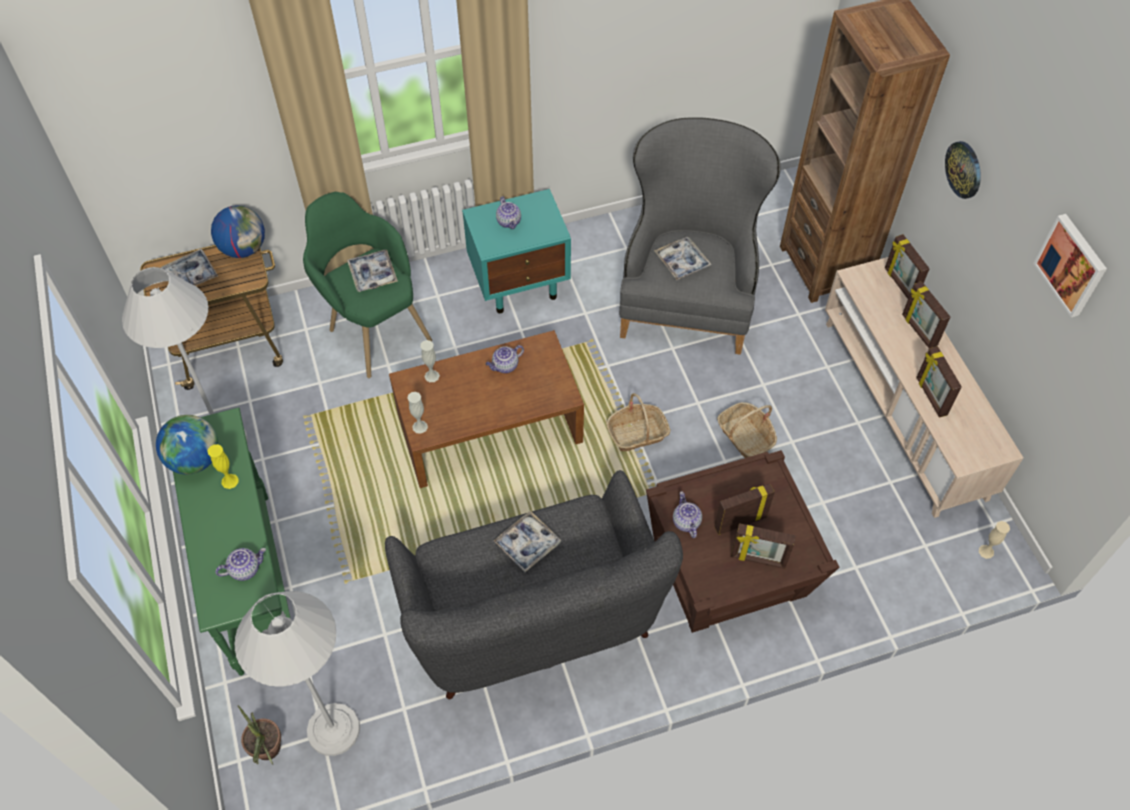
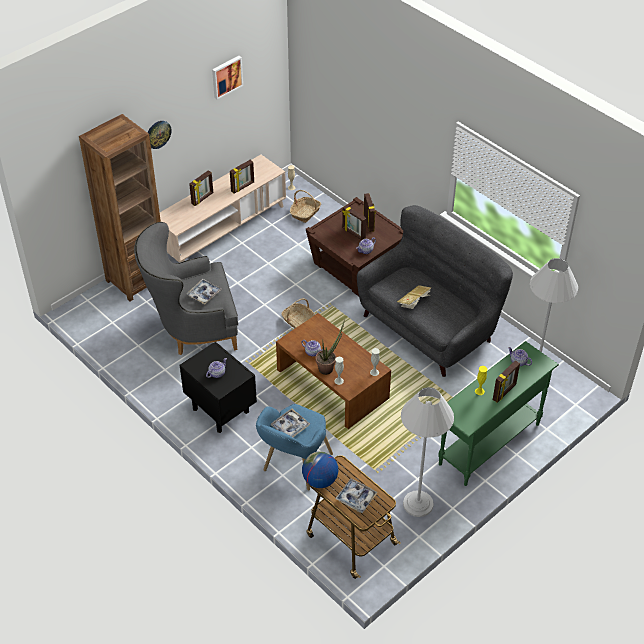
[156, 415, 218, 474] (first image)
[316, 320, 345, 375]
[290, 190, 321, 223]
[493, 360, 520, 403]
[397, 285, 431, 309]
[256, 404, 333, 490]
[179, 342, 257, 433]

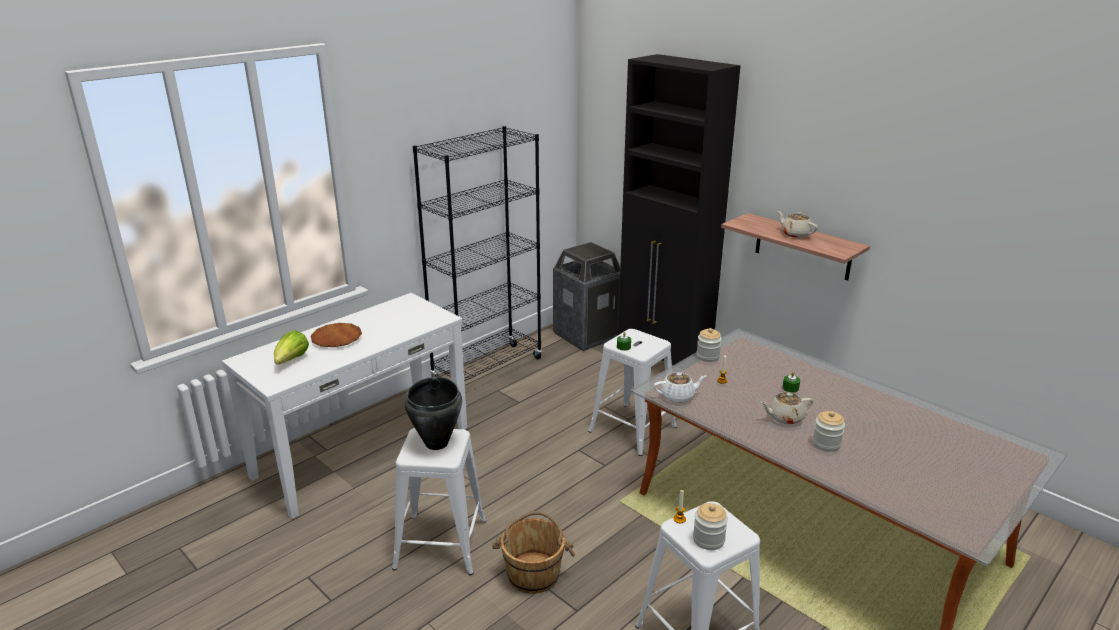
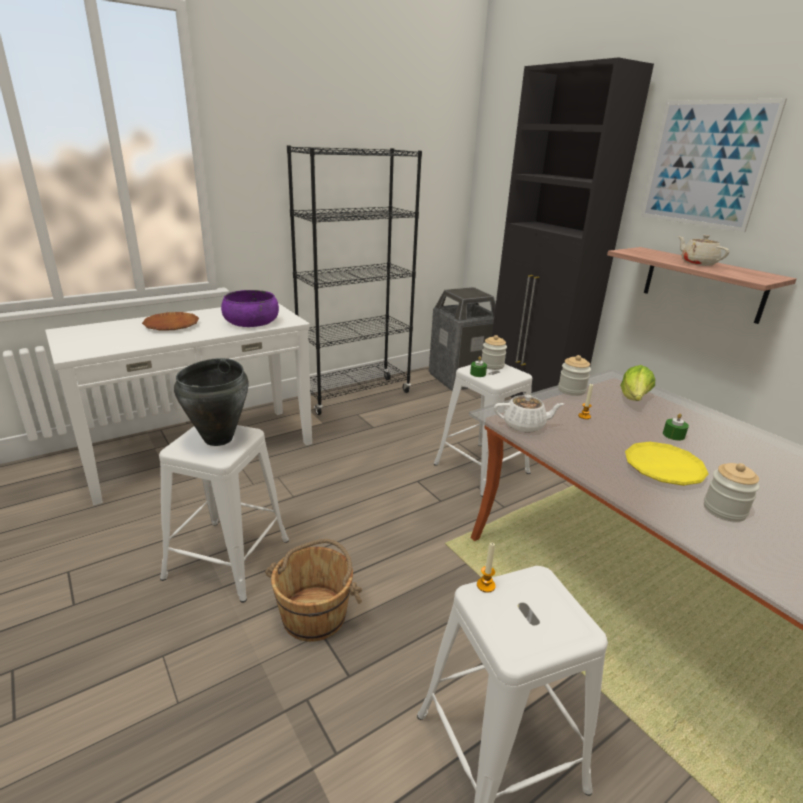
[221, 290, 279, 327]
[641, 98, 787, 232]
[620, 365, 655, 401]
[481, 335, 507, 370]
[625, 442, 709, 486]

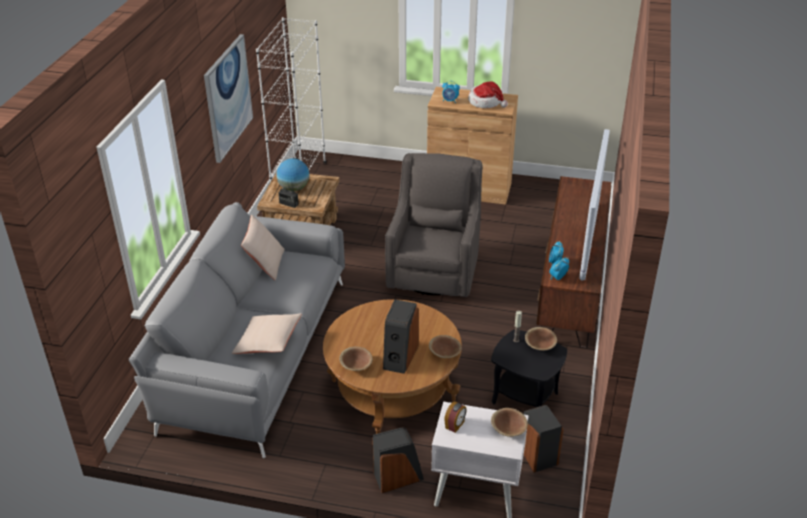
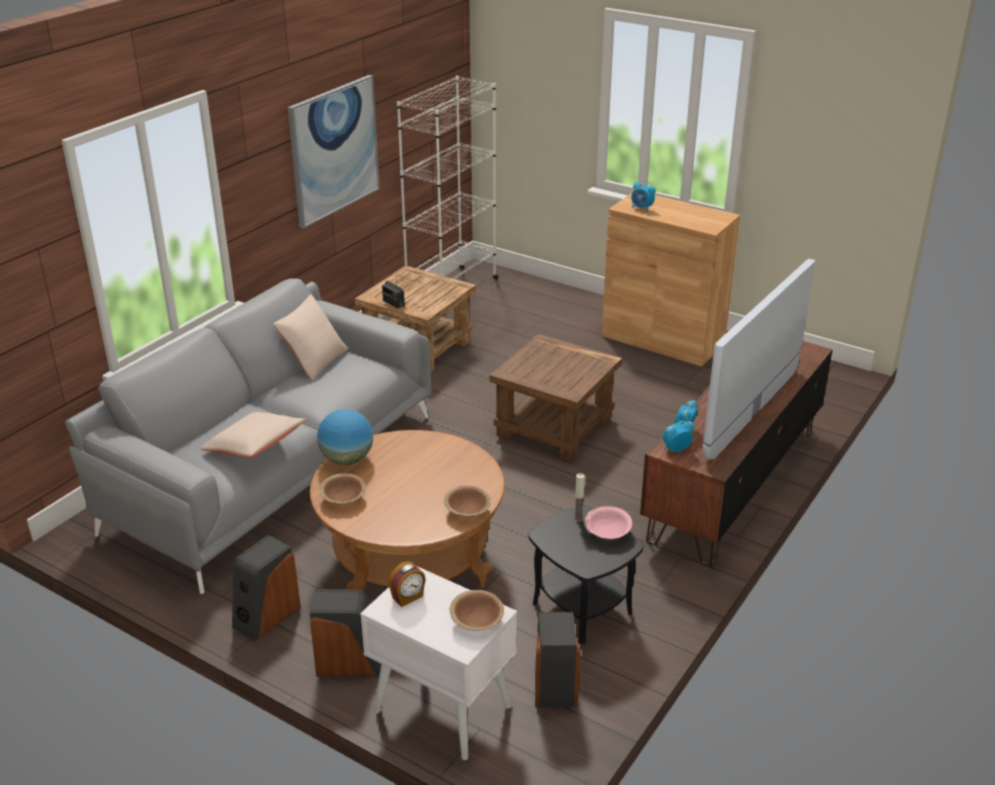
[468, 81, 508, 108] (first image)
[317, 409, 373, 465]
[232, 535, 301, 641]
[490, 334, 622, 461]
[584, 506, 632, 539]

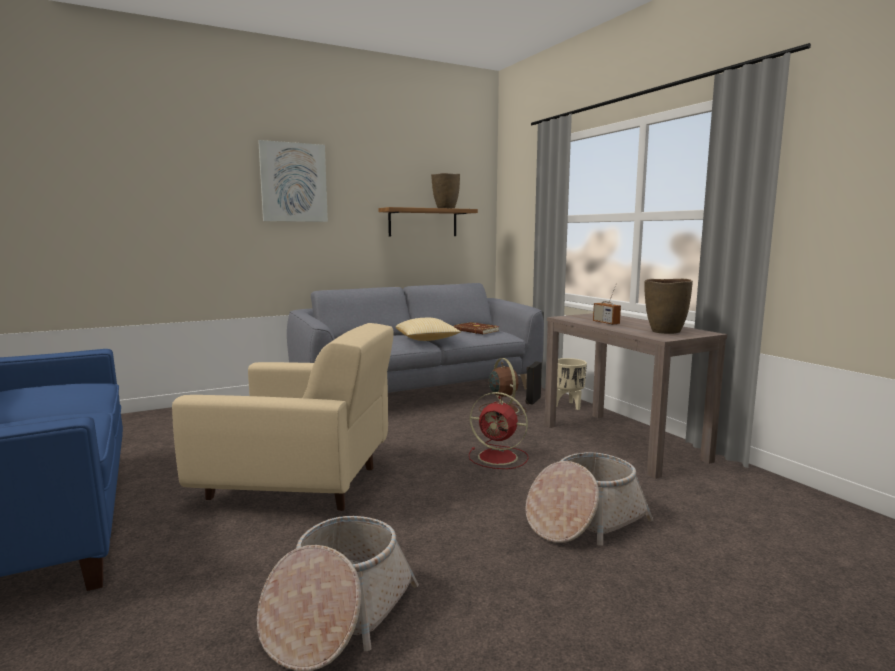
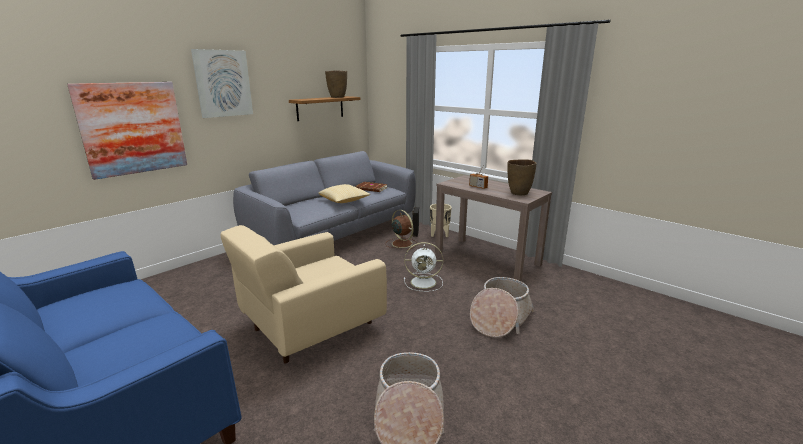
[67, 82, 187, 180]
[404, 242, 443, 292]
[220, 225, 387, 364]

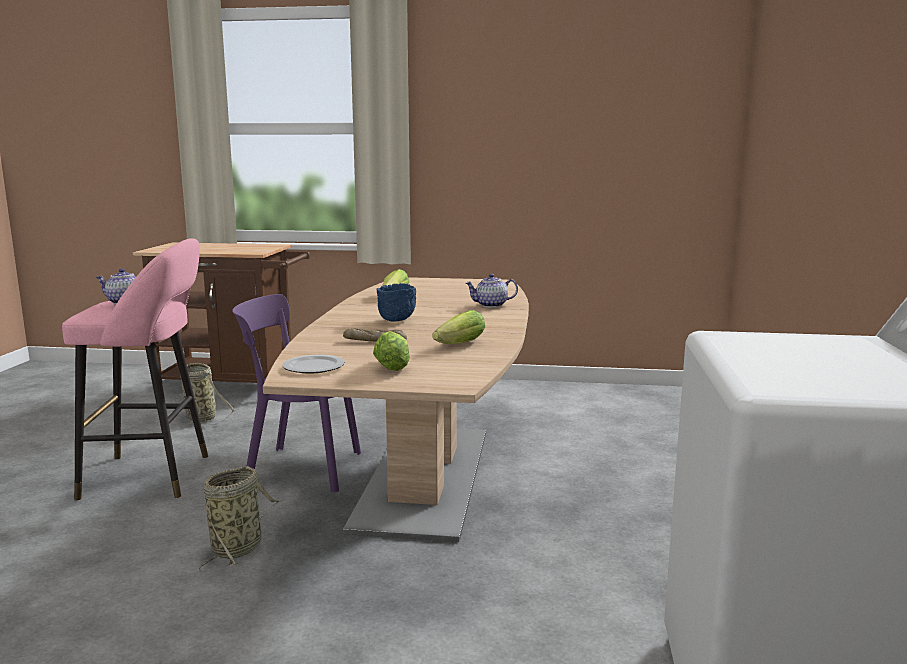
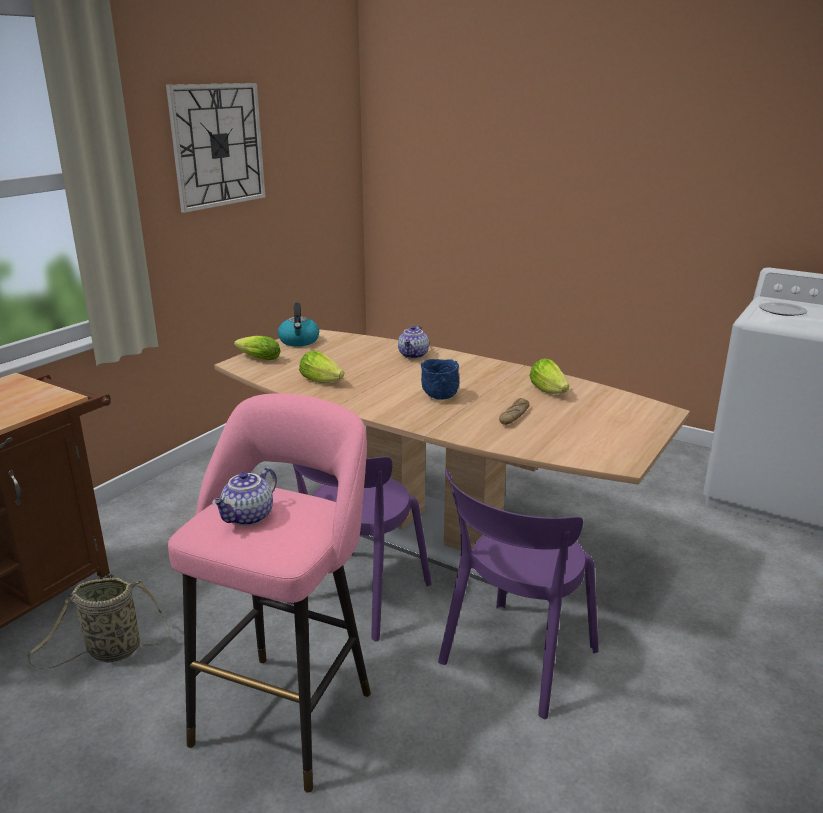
[166, 83, 265, 213]
[278, 303, 319, 346]
[759, 302, 808, 316]
[234, 336, 281, 360]
[438, 469, 599, 719]

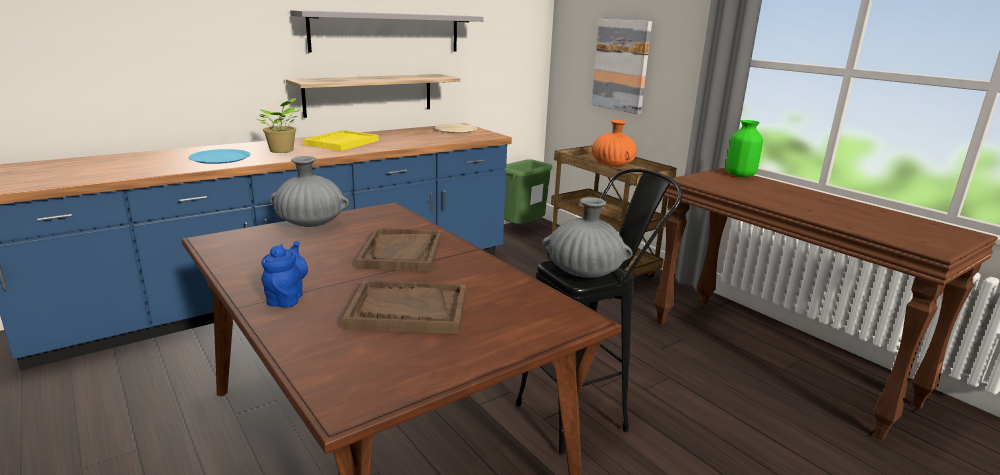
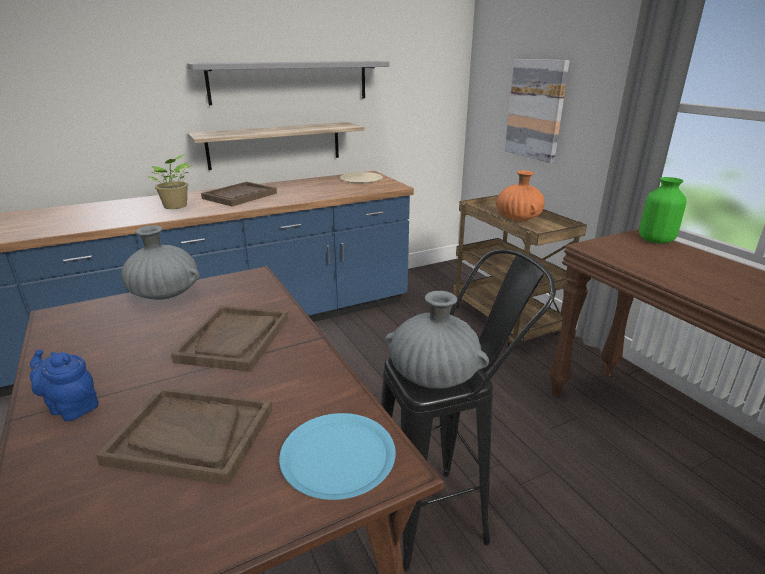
[504, 159, 553, 224] (first image)
[279, 413, 396, 500]
[201, 182, 277, 206]
[30, 349, 99, 421]

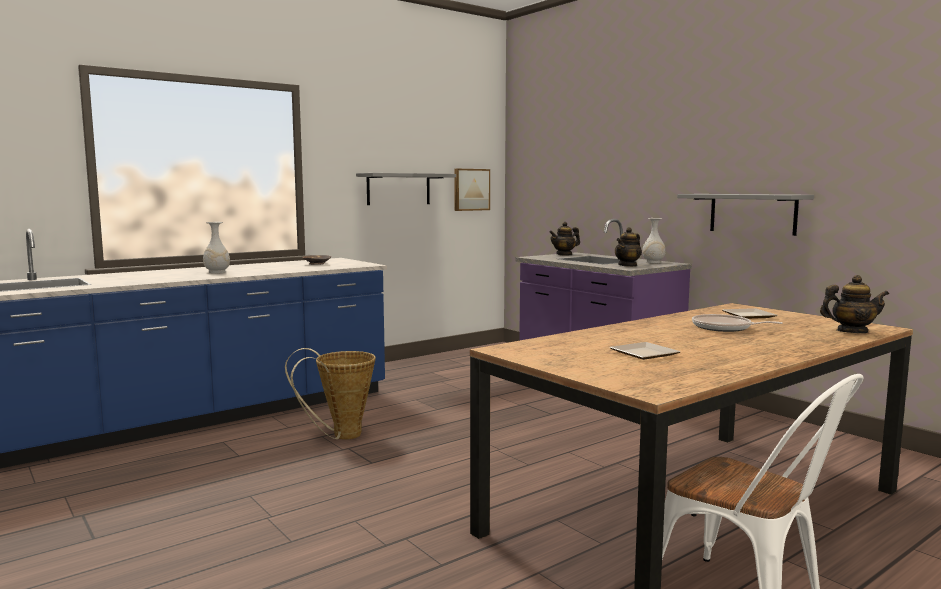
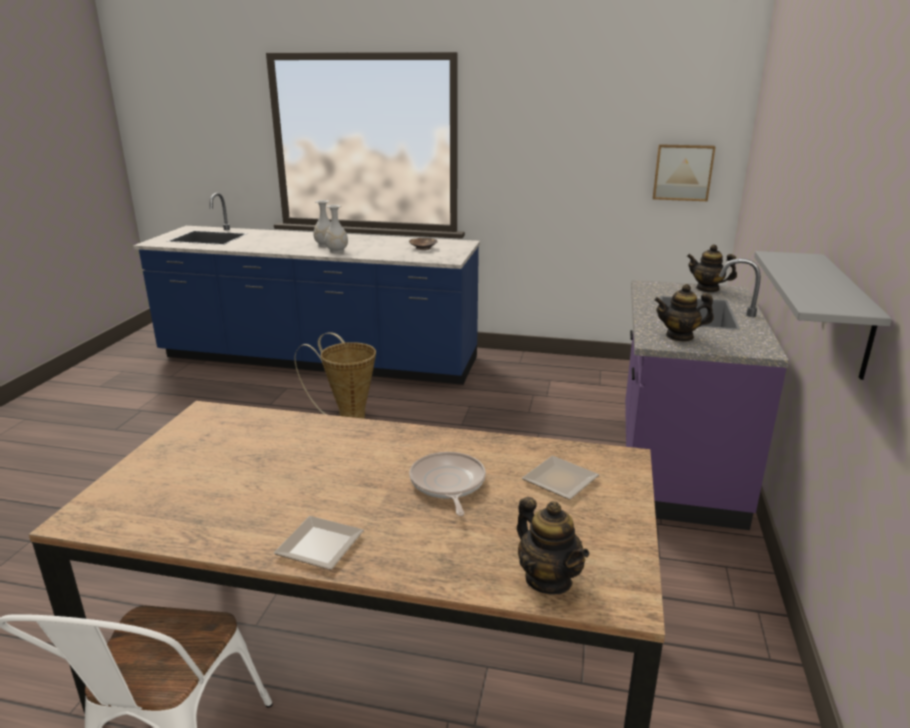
[356, 173, 456, 205] (first image)
[274, 516, 364, 570]
[325, 205, 348, 253]

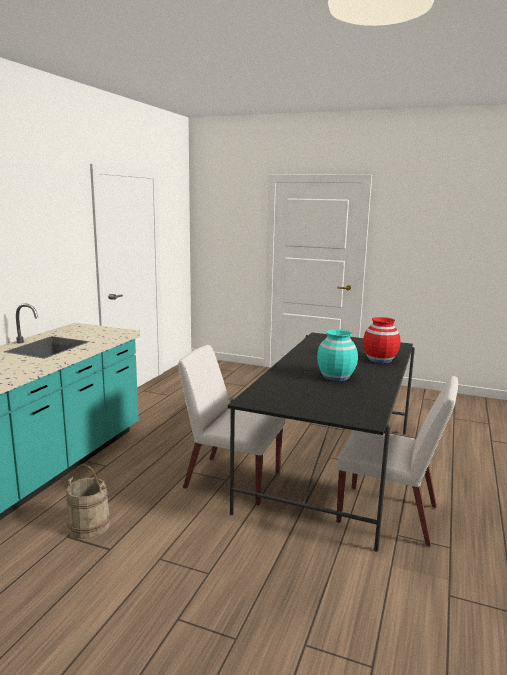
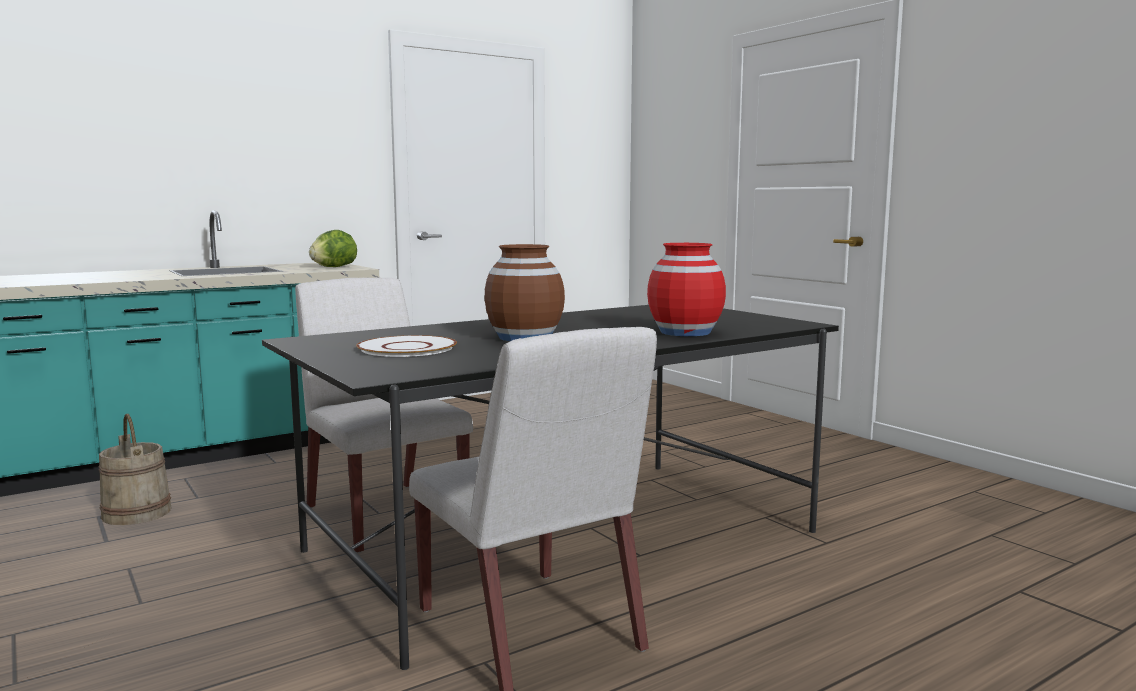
[309, 230, 357, 267]
[356, 335, 457, 357]
[485, 244, 565, 341]

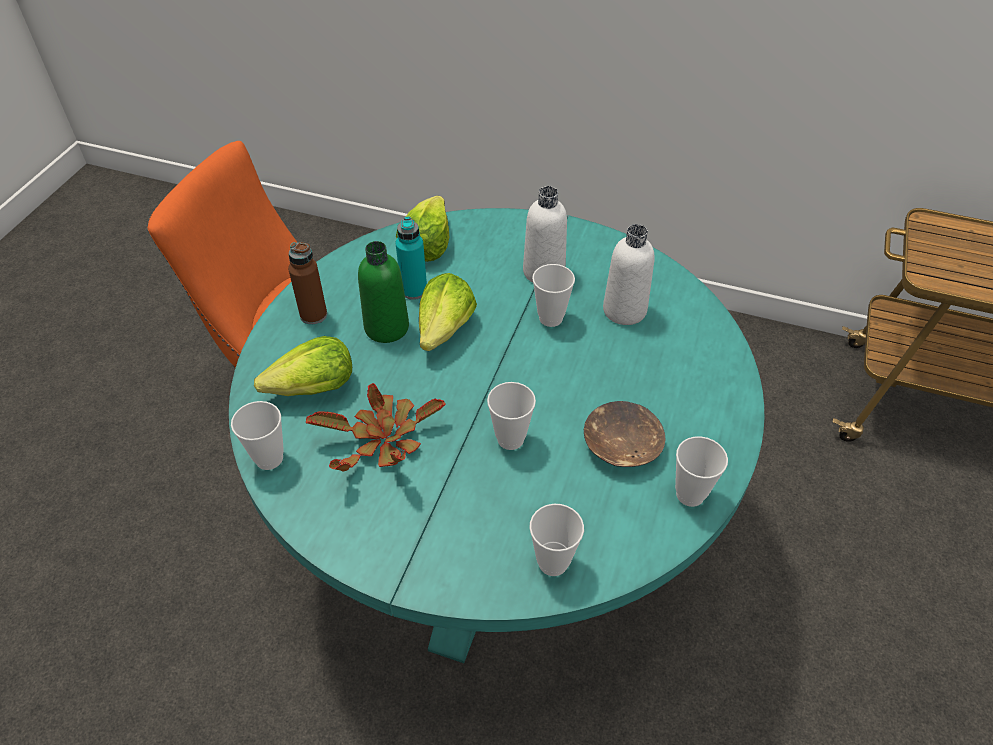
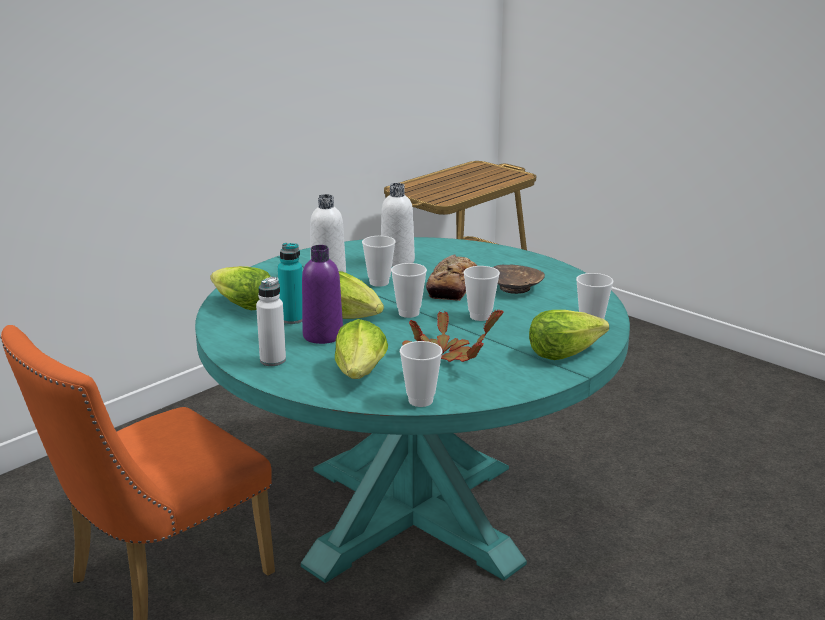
[426, 254, 477, 301]
[529, 310, 609, 360]
[391, 263, 427, 318]
[256, 276, 286, 366]
[302, 245, 343, 344]

